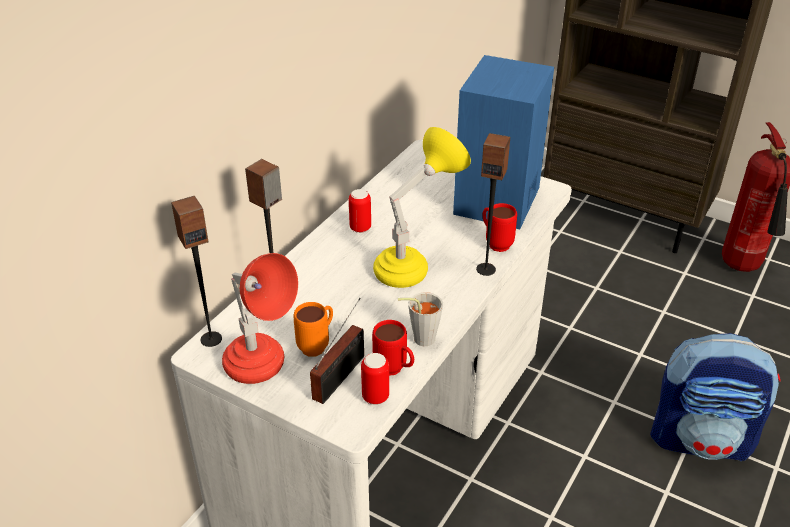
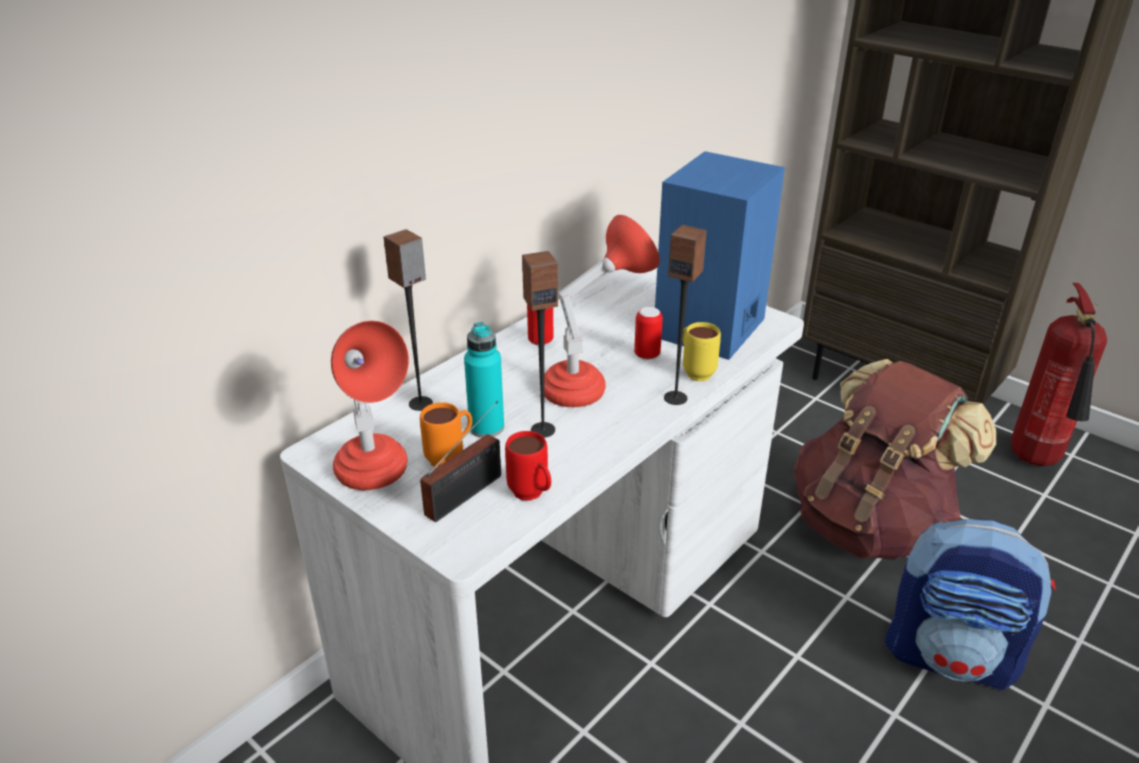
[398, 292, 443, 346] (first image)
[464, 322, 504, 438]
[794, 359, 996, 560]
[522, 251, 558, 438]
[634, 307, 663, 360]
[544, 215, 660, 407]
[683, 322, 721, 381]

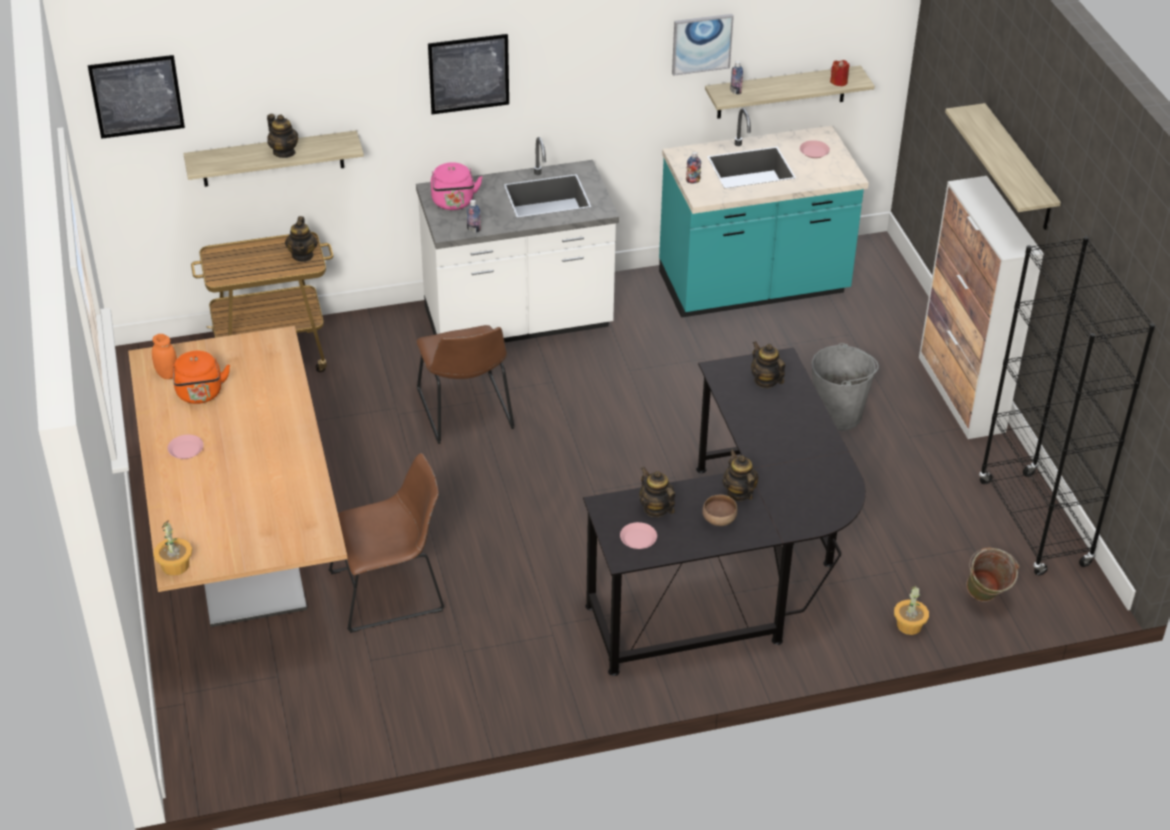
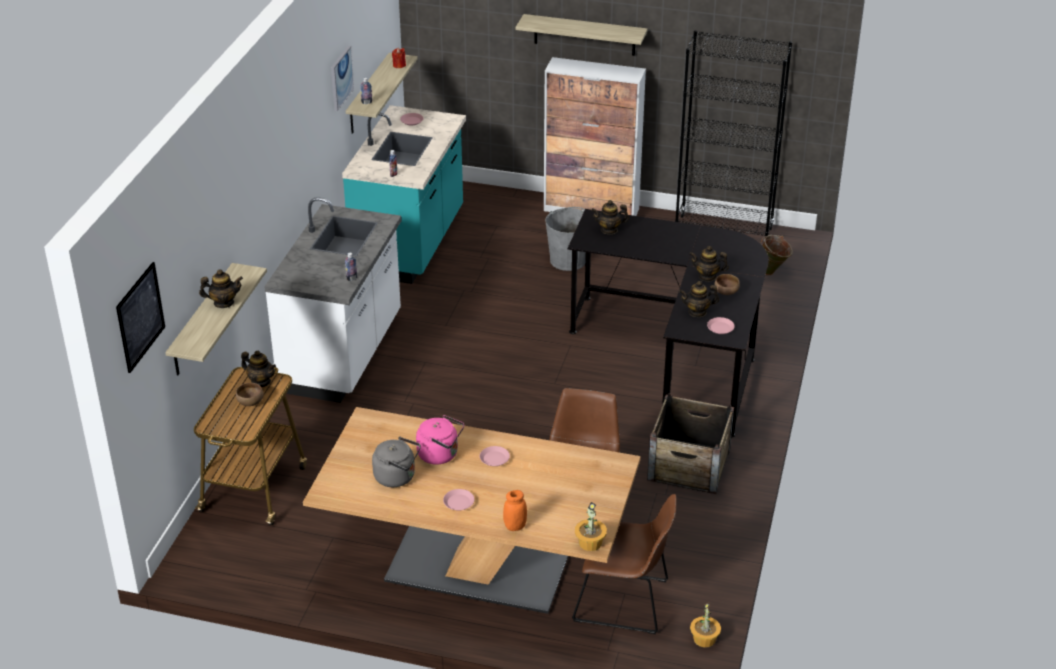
[428, 34, 509, 114] (first image)
[236, 383, 264, 406]
[480, 446, 510, 466]
[647, 393, 734, 494]
[503, 490, 527, 531]
[572, 494, 676, 634]
[416, 415, 464, 465]
[690, 603, 721, 648]
[372, 437, 421, 487]

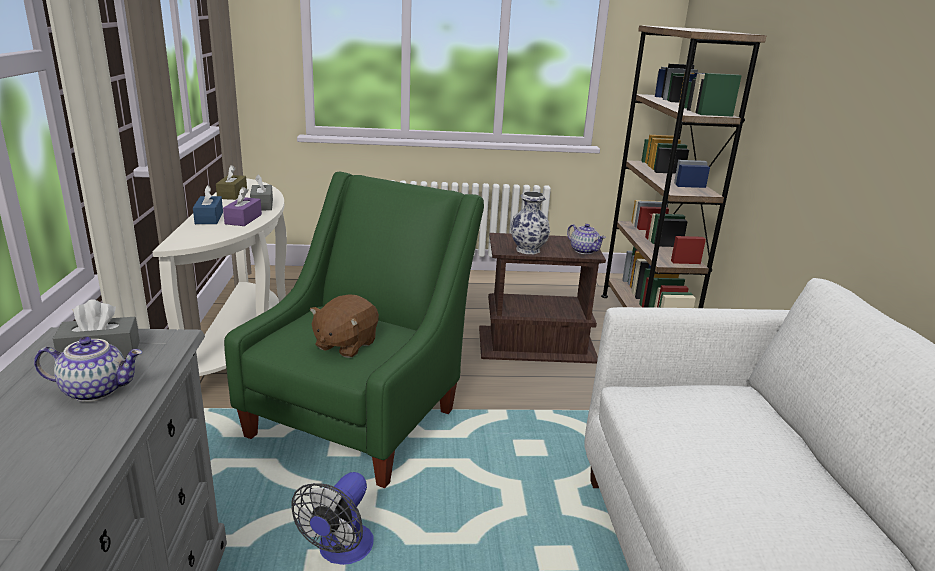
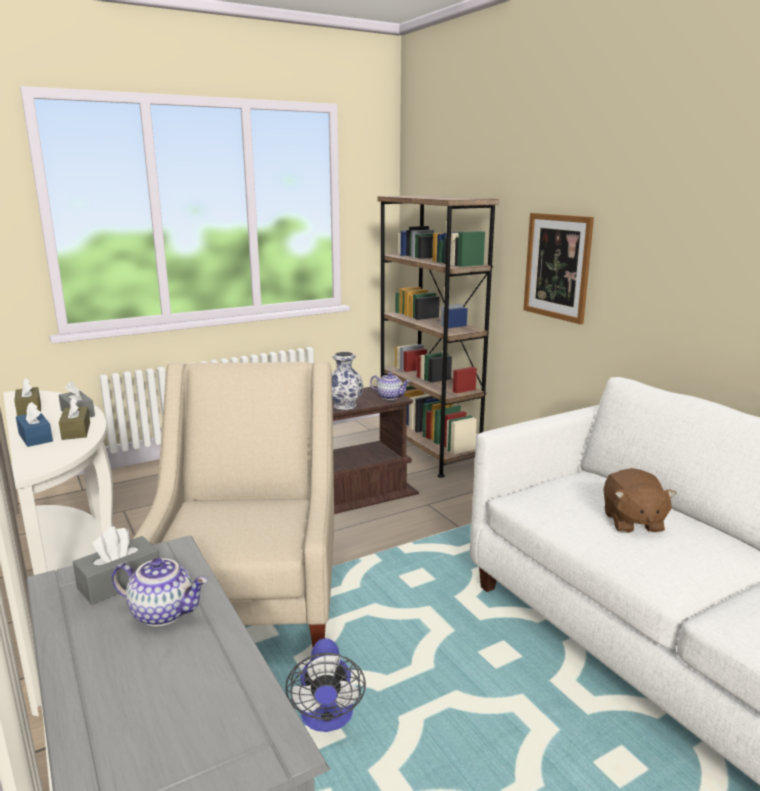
[523, 213, 594, 324]
[603, 468, 677, 533]
[59, 396, 90, 440]
[133, 361, 334, 647]
[112, 558, 208, 626]

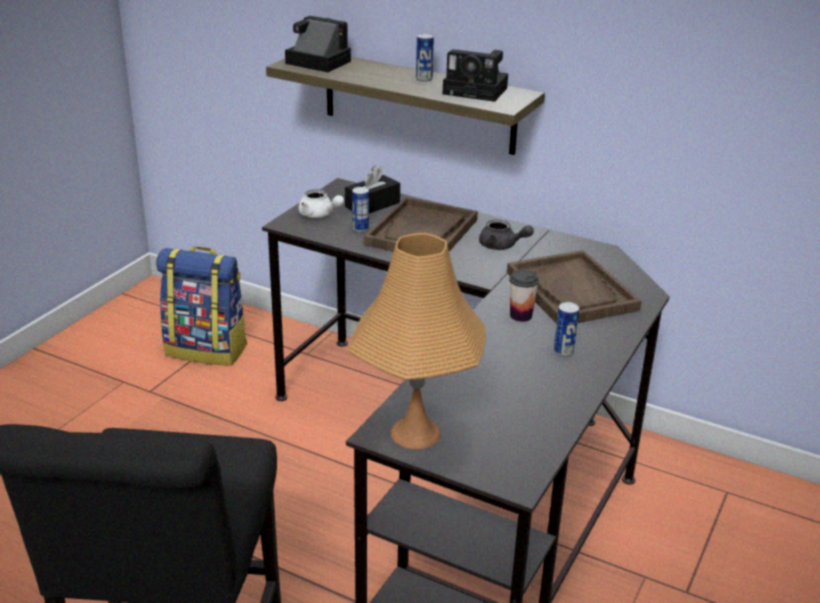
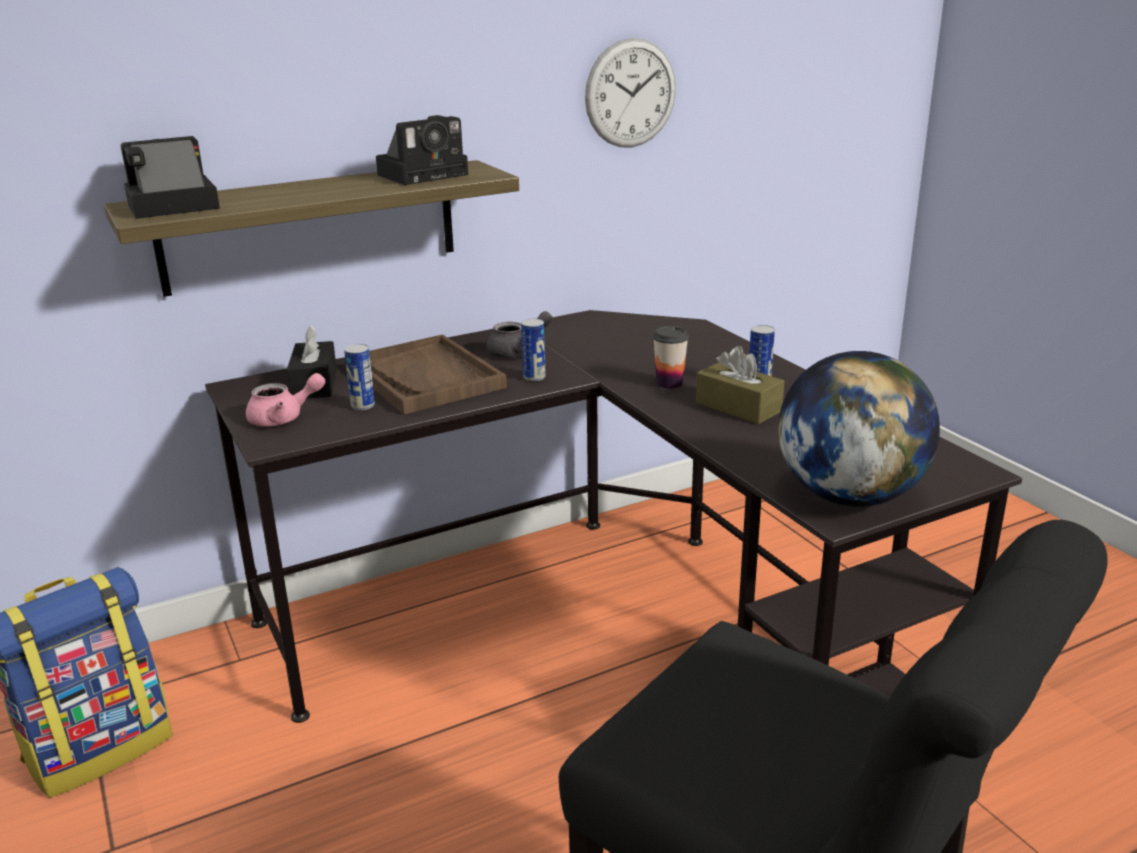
[507, 250, 642, 324] (first image)
[585, 38, 676, 148]
[696, 346, 785, 424]
[521, 318, 546, 381]
[778, 351, 940, 507]
[246, 373, 326, 426]

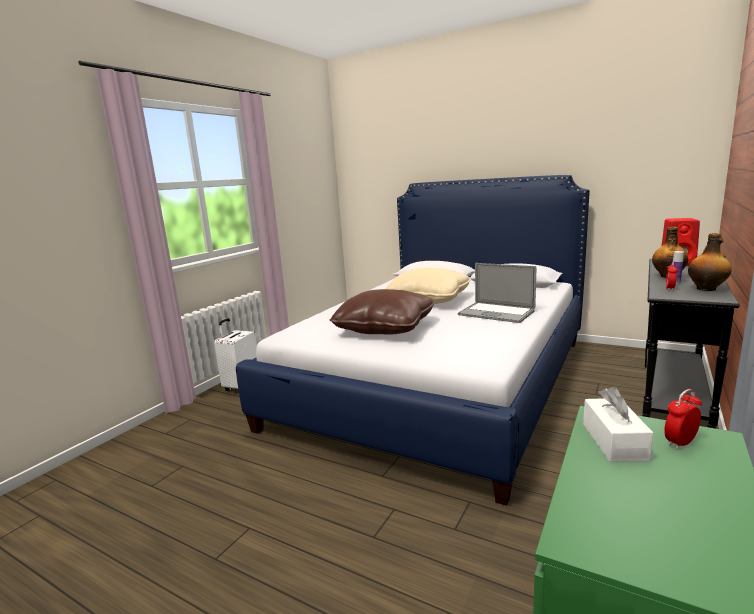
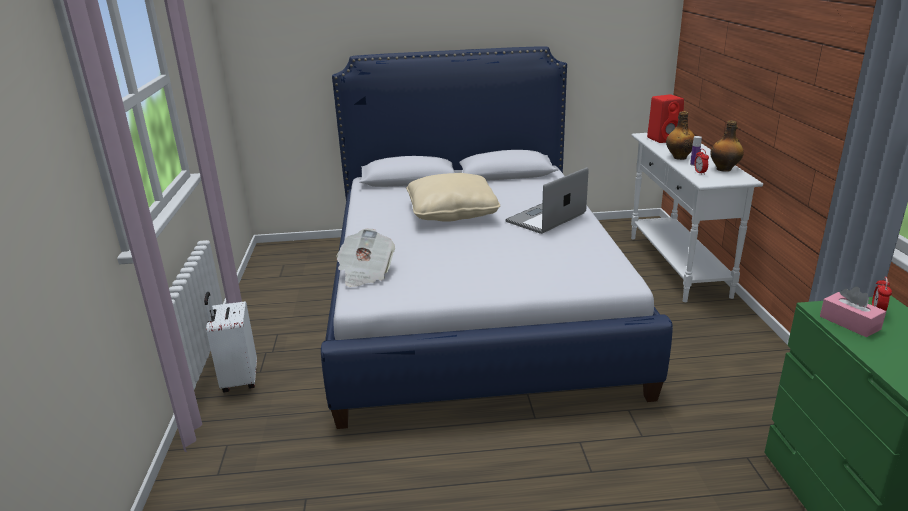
[330, 289, 434, 335] (first image)
[336, 229, 395, 287]
[820, 287, 886, 337]
[631, 133, 763, 302]
[505, 167, 589, 234]

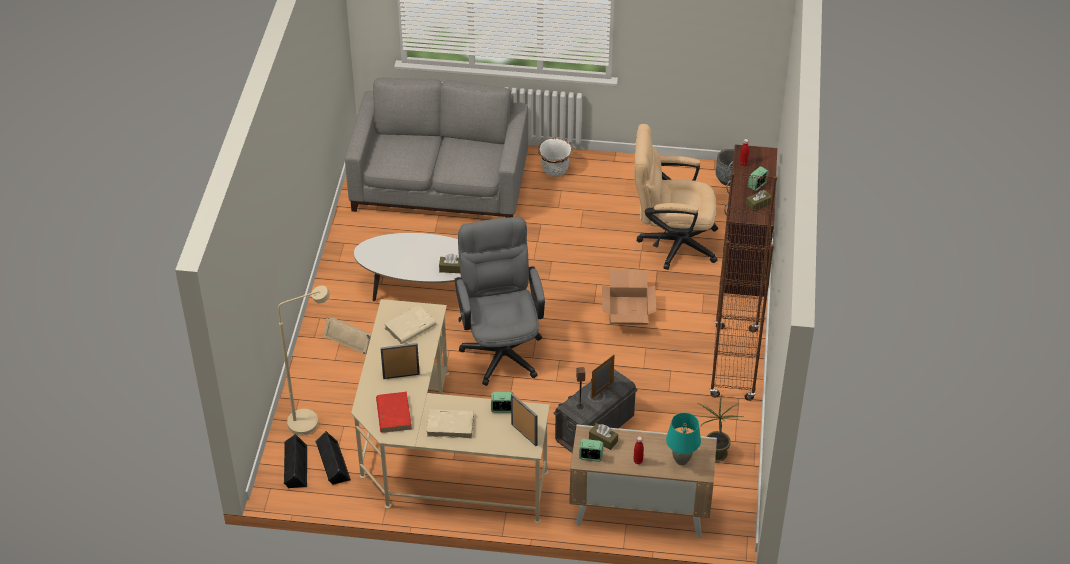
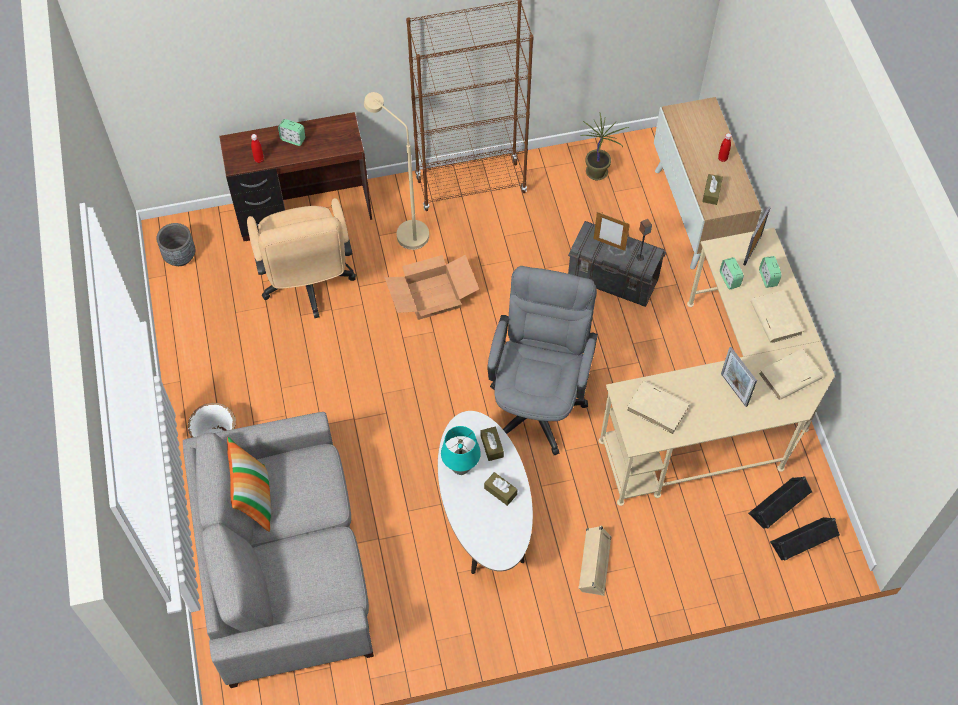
[227, 437, 271, 532]
[364, 92, 429, 250]
[759, 256, 782, 288]
[441, 426, 481, 475]
[484, 472, 518, 506]
[759, 348, 823, 400]
[487, 266, 598, 455]

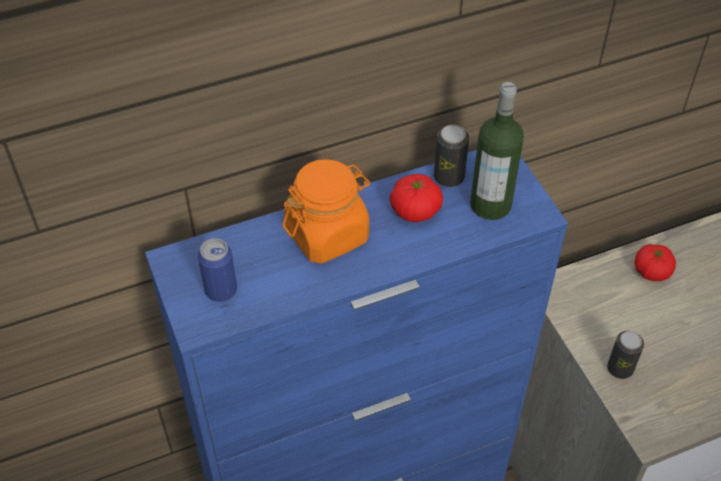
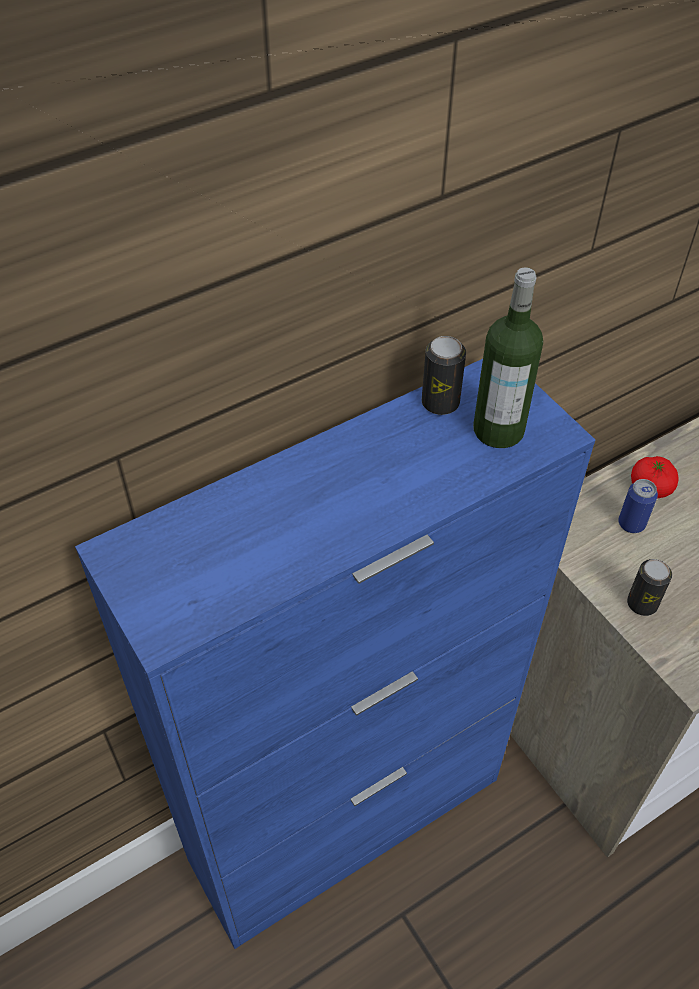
[283, 159, 370, 264] (first image)
[389, 174, 443, 222] (first image)
[618, 479, 658, 533]

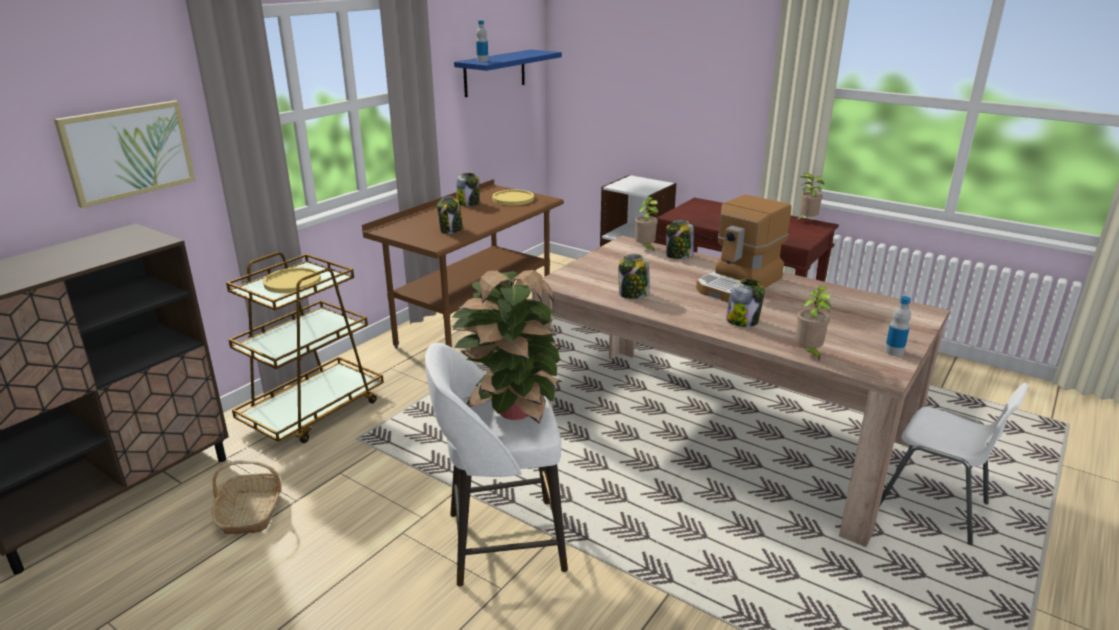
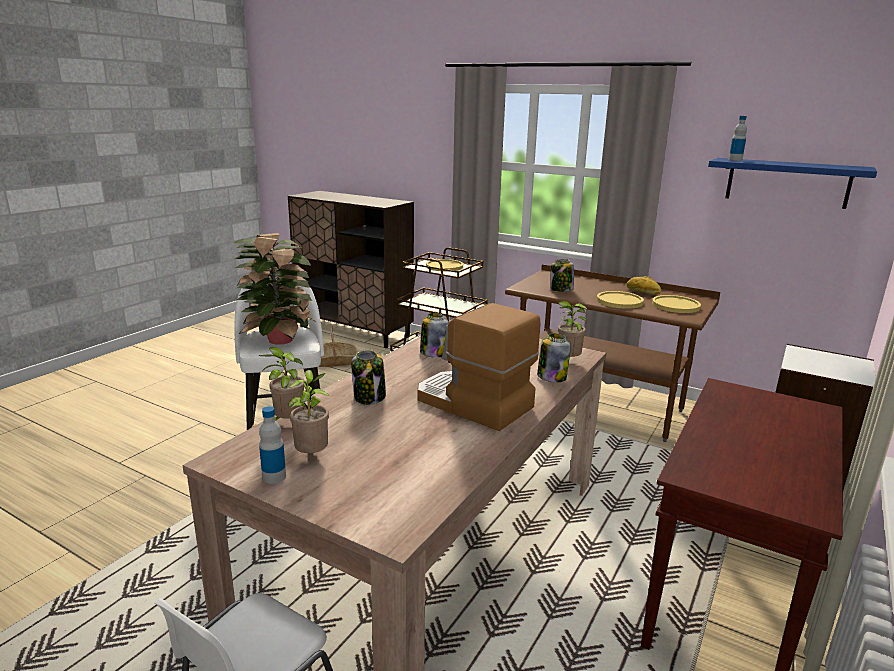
[54, 101, 195, 208] (first image)
[597, 291, 644, 309]
[288, 370, 329, 453]
[626, 276, 661, 295]

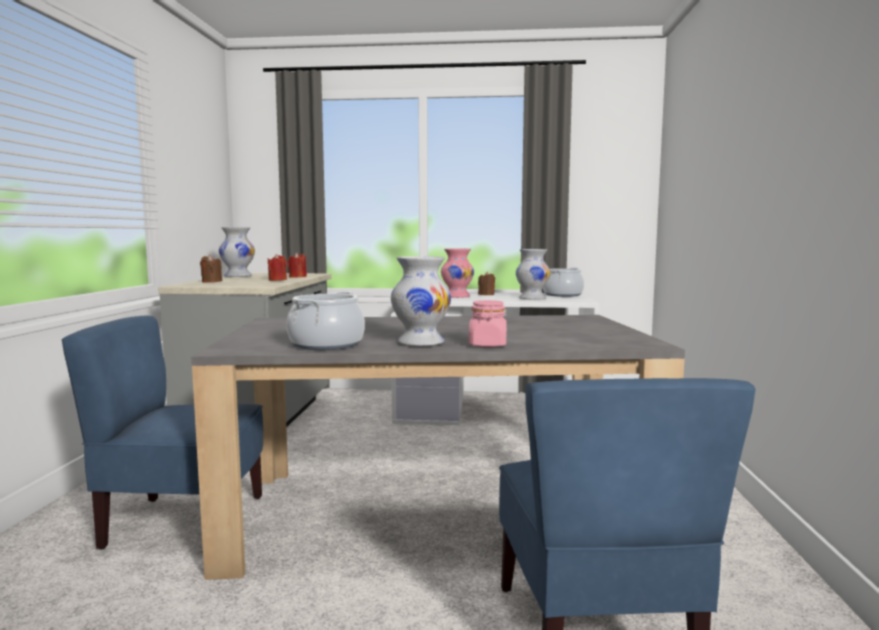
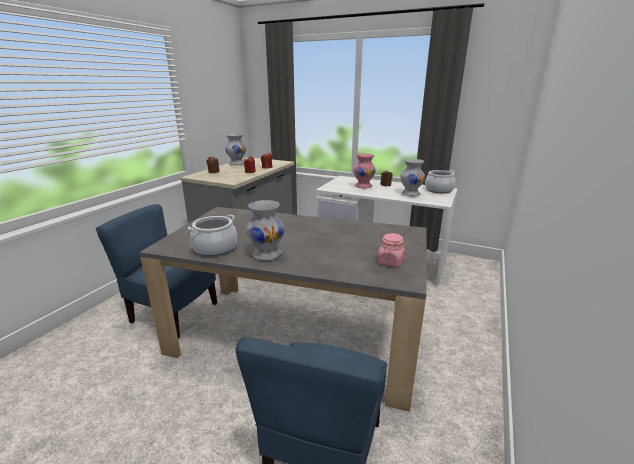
[377, 233, 405, 267]

